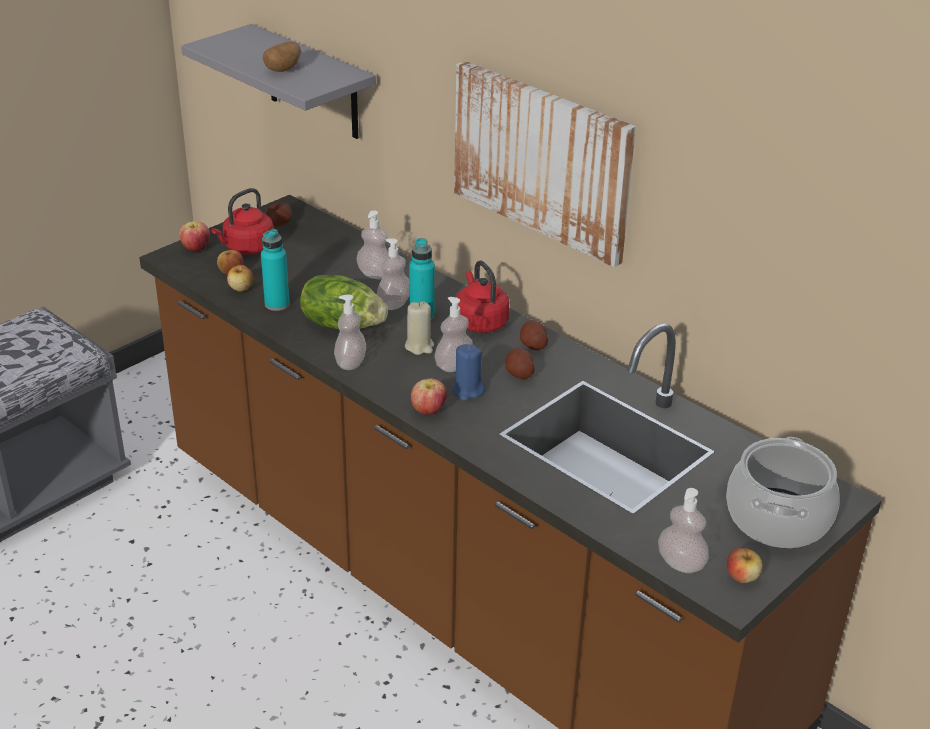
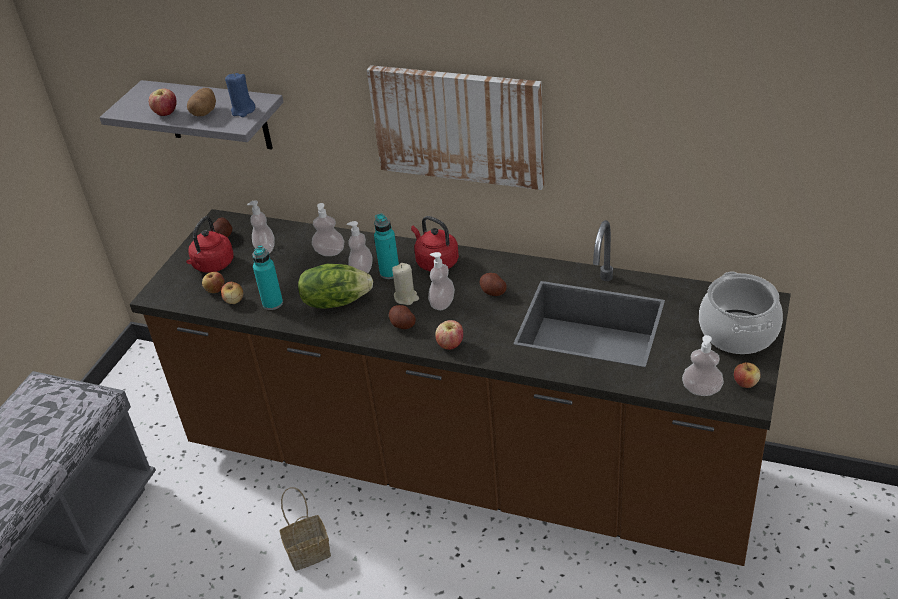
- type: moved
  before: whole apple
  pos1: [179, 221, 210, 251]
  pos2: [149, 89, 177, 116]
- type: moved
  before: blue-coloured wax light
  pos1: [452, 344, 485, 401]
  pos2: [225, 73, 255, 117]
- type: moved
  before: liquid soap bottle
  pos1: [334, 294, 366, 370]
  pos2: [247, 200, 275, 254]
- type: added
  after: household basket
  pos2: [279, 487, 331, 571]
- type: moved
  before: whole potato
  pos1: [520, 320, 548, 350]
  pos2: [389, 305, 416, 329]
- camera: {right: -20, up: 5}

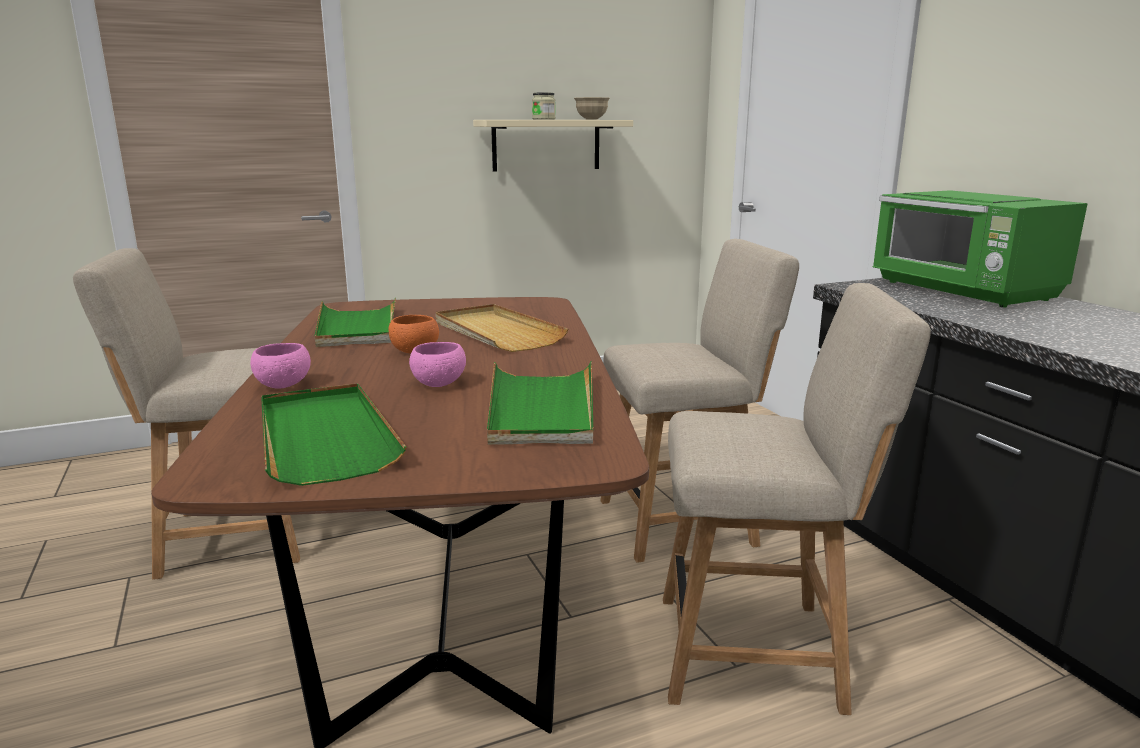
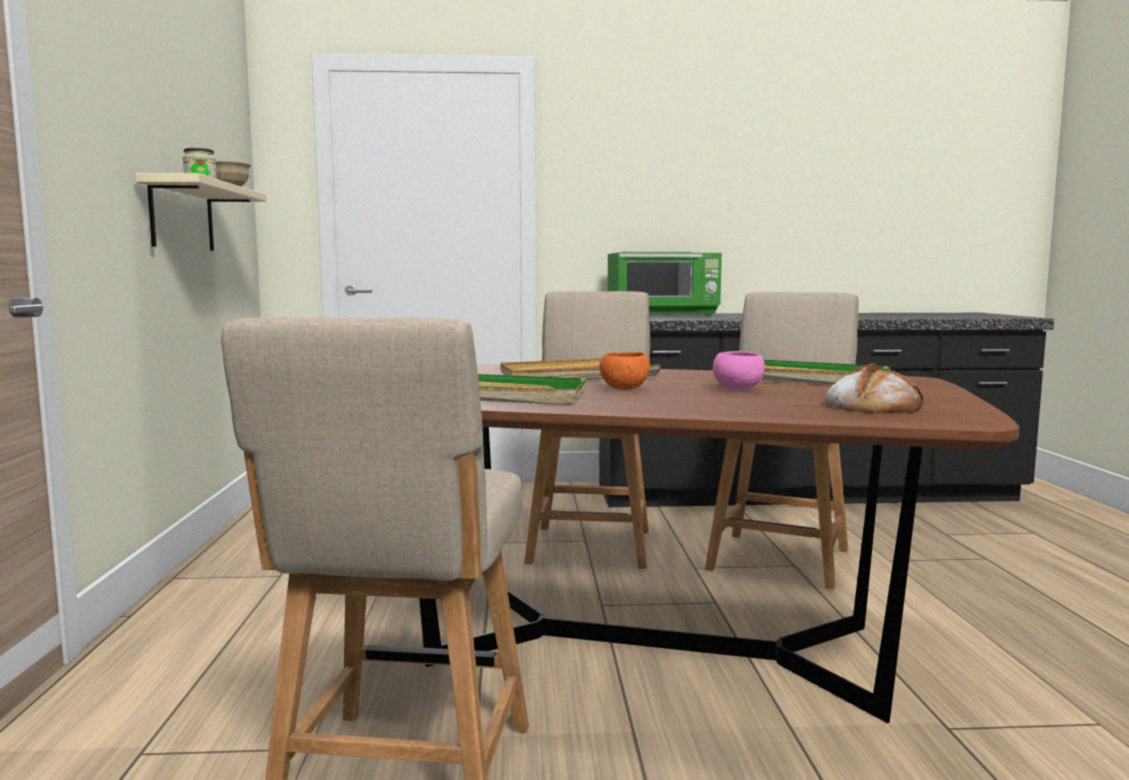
- type: replaced
  before: green-coloured tray
  after: bread
  pos1: [261, 383, 407, 486]
  pos2: [825, 363, 924, 413]
- type: removed
  before: pinkish bowl
  pos1: [250, 343, 311, 389]
- camera: {right: -70, up: -10}

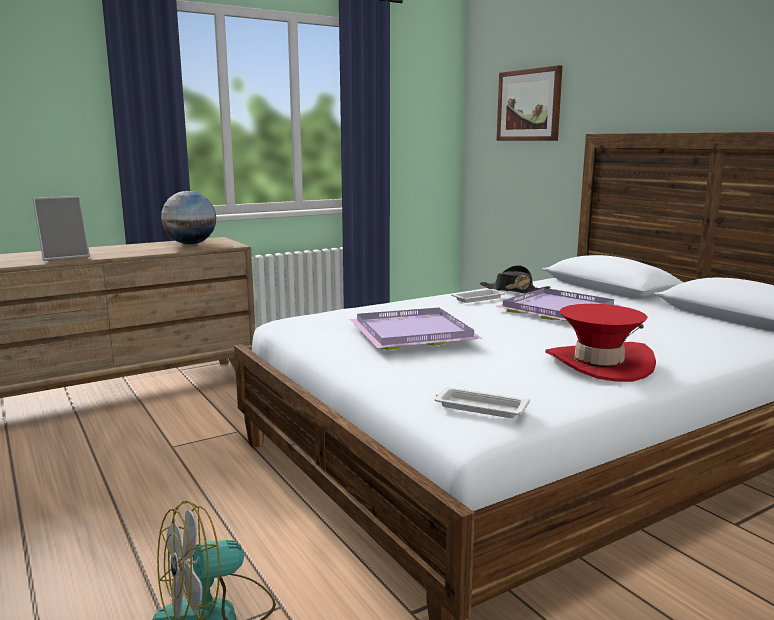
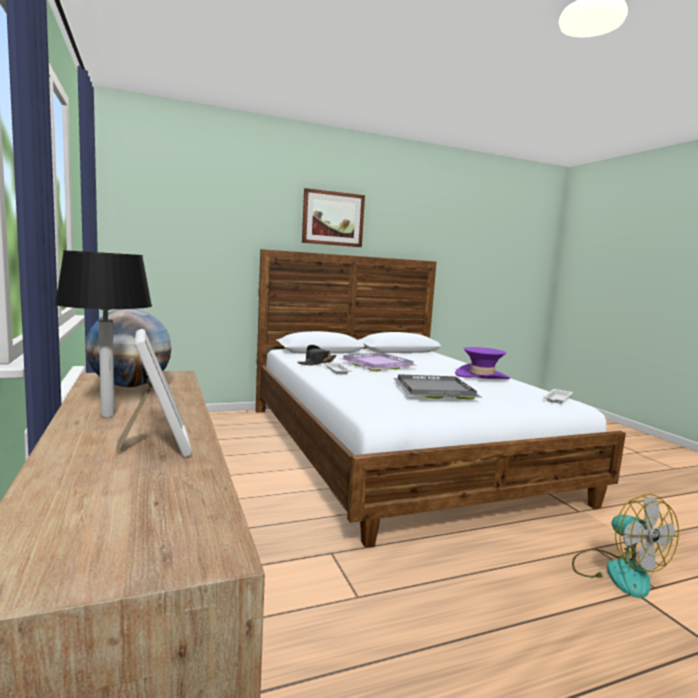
- type: added
  after: tabletop lamp
  pos2: [55, 250, 152, 417]
- type: moved
  before: picture
  pos1: [496, 65, 563, 141]
  pos2: [302, 188, 365, 247]
- type: recoloured
  before: purplish tray
  after: gray tray
  pos1: [350, 308, 483, 350]
  pos2: [393, 374, 483, 400]
- type: recoloured
  before: red-coloured hat
  after: purplish hat
  pos1: [545, 304, 656, 382]
  pos2: [455, 347, 510, 379]
- camera: {right: -80, up: -5}

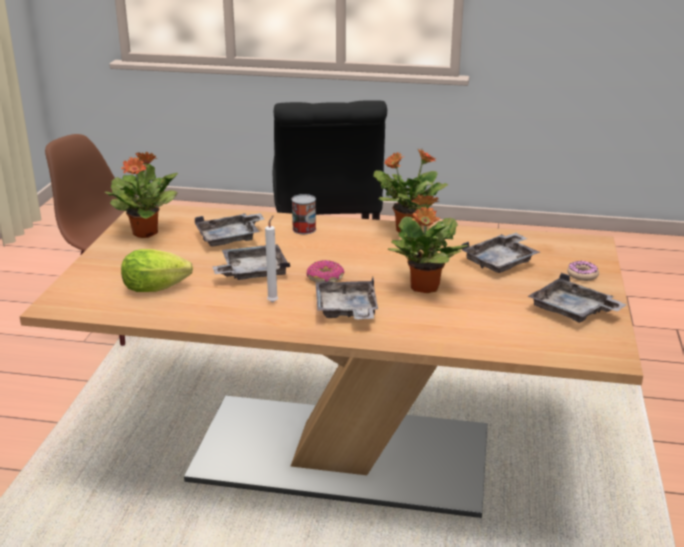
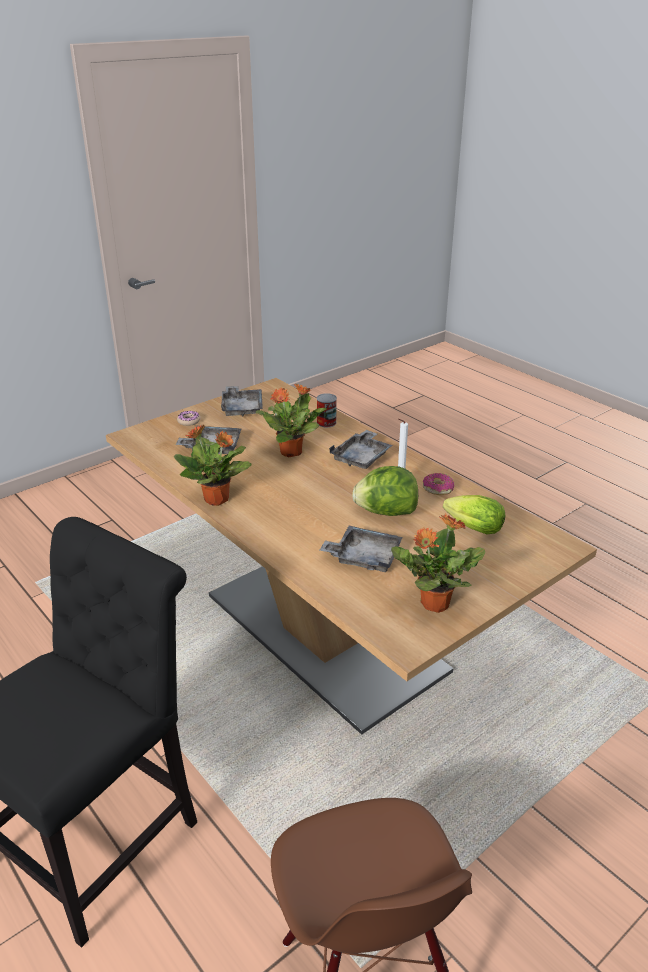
- type: moved
  before: sealed can
  pos1: [292, 194, 316, 234]
  pos2: [317, 393, 337, 427]
- type: replaced
  before: gray tray
  after: lettuce
  pos1: [212, 244, 290, 280]
  pos2: [352, 466, 418, 516]
- type: moved
  before: donut
  pos1: [307, 260, 345, 283]
  pos2: [423, 473, 454, 495]
- camera: {right: -140, up: 5}

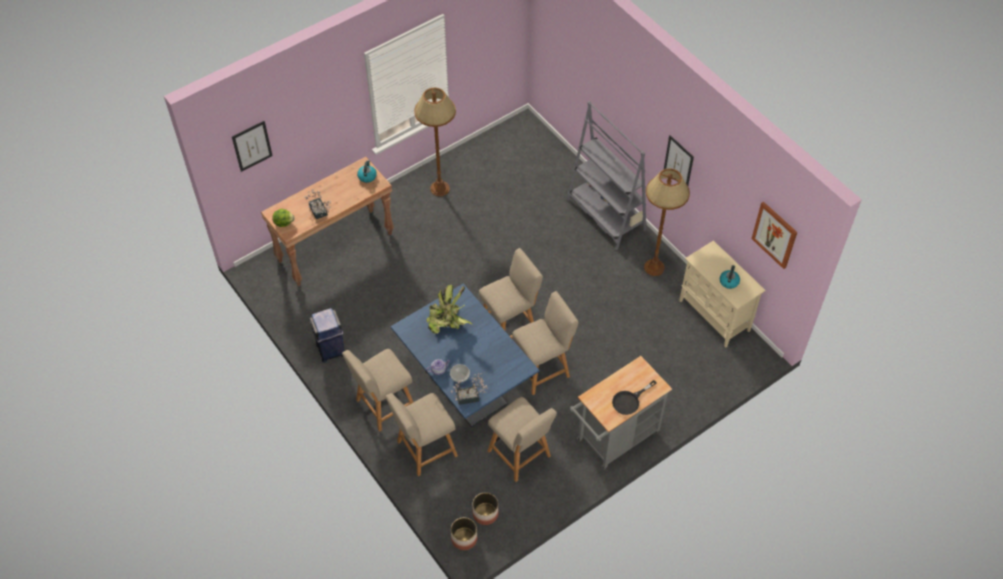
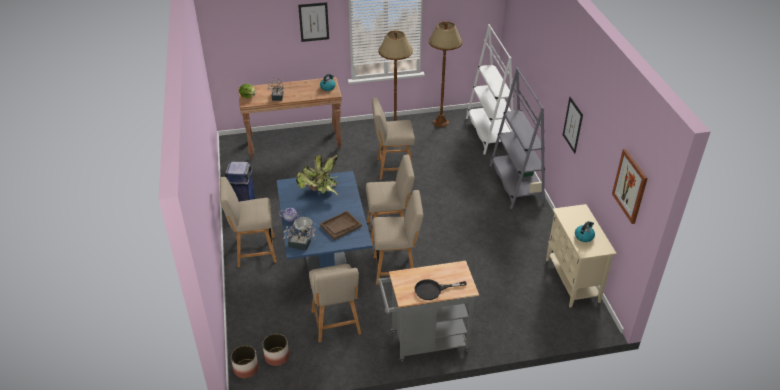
- type: moved
  before: picture
  pos1: [232, 121, 273, 172]
  pos2: [298, 2, 329, 42]
- type: added
  after: brown tray
  pos2: [320, 211, 362, 240]
- type: moved
  before: sand-coloured upright chair
  pos1: [385, 393, 458, 476]
  pos2: [372, 98, 415, 179]
- type: moved
  before: brown standing lamp
  pos1: [644, 168, 690, 276]
  pos2: [429, 21, 462, 127]
- type: added
  after: white-coloured shelving unit
  pos2: [466, 24, 514, 154]
- camera: {right: 25, up: -15}

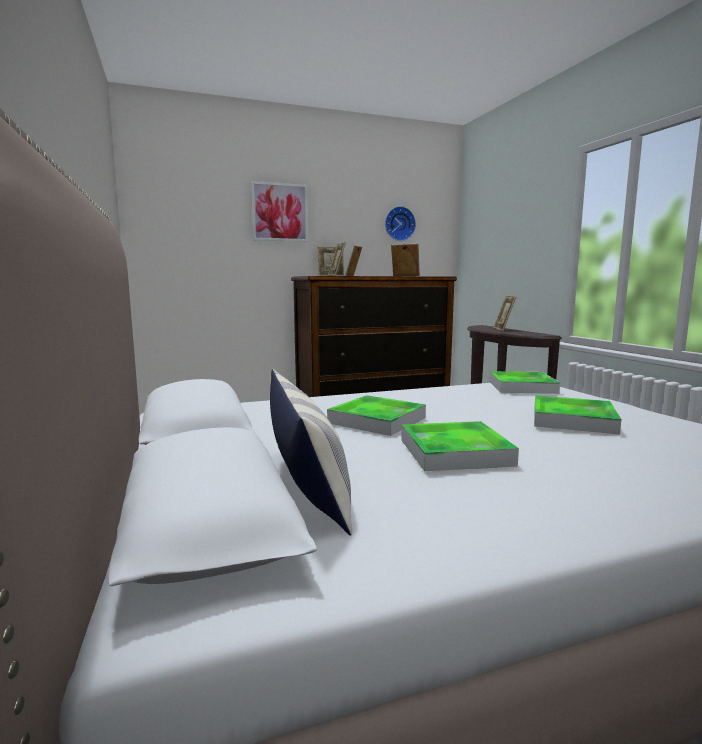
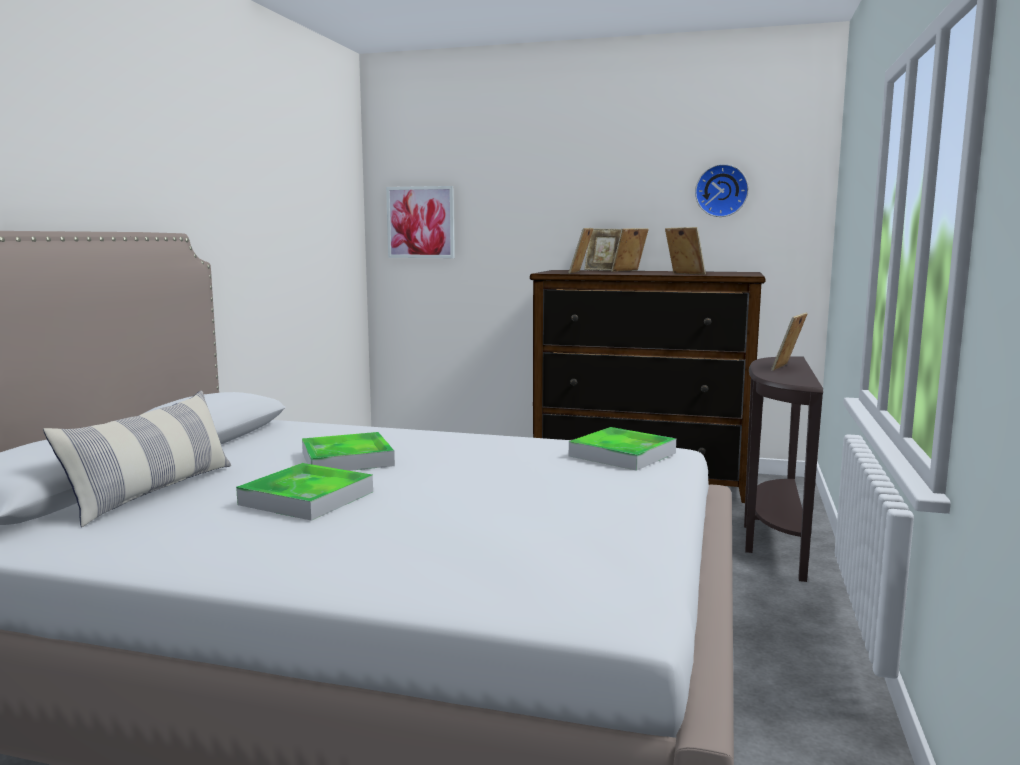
- type: moved
  before: picture
  pos1: [251, 181, 308, 242]
  pos2: [386, 186, 455, 258]
- type: removed
  before: tray
  pos1: [534, 395, 622, 435]
- camera: {right: 35, up: 0}

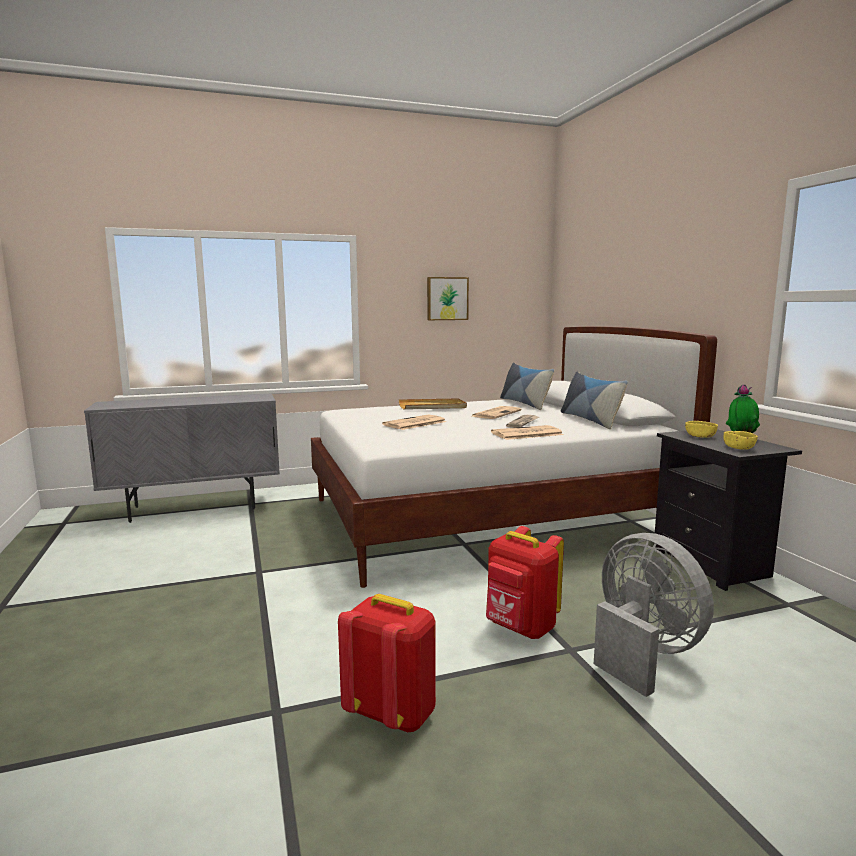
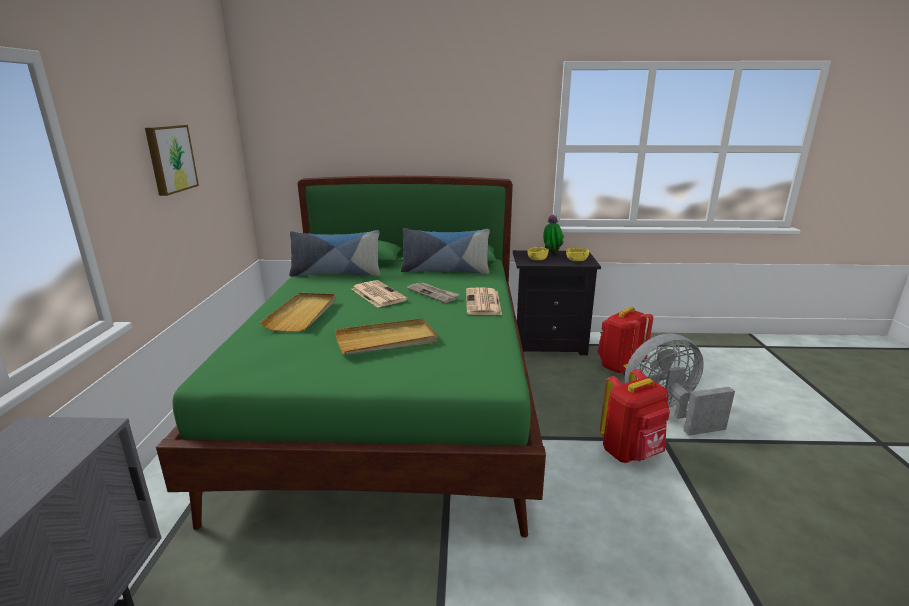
- type: recoloured
  before: white-coloured bed
  after: green-coloured bed
  pos1: [311, 326, 717, 588]
  pos2: [156, 176, 546, 538]
- type: replaced
  before: newspaper
  after: sand-coloured tray
  pos1: [382, 415, 446, 430]
  pos2: [335, 318, 438, 355]
- type: moved
  before: red-coloured knapsack
  pos1: [338, 594, 436, 733]
  pos2: [597, 307, 653, 374]
- camera: {right: -70, up: 10}

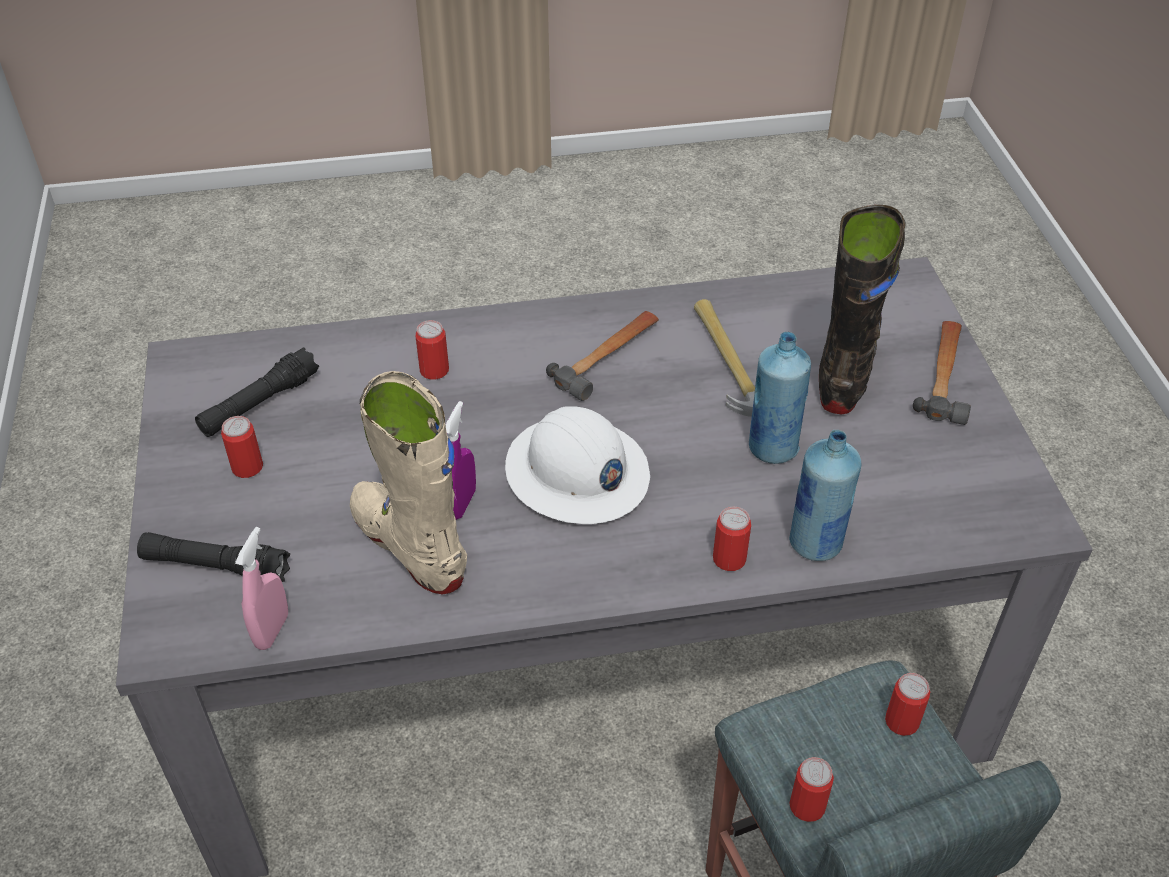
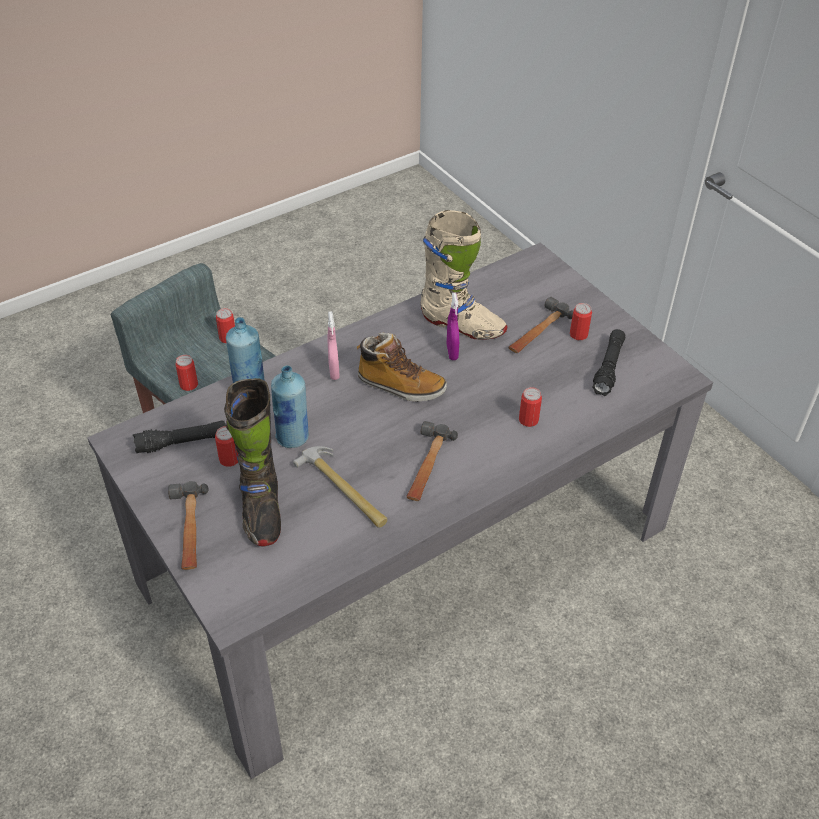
- type: moved
  before: black hand torch
  pos1: [137, 532, 290, 582]
  pos2: [133, 421, 226, 453]
- type: moved
  before: sealed can
  pos1: [713, 507, 751, 571]
  pos2: [215, 426, 238, 467]
- type: moved
  before: pinkish sprayer
  pos1: [235, 527, 288, 650]
  pos2: [327, 311, 340, 380]
- type: replaced
  before: white-coloured work helmet
  after: tall boot
  pos1: [505, 406, 650, 524]
  pos2: [357, 332, 447, 402]
- type: added
  after: hammer
  pos2: [508, 297, 573, 353]
- camera: {right: 155, up: 0}

